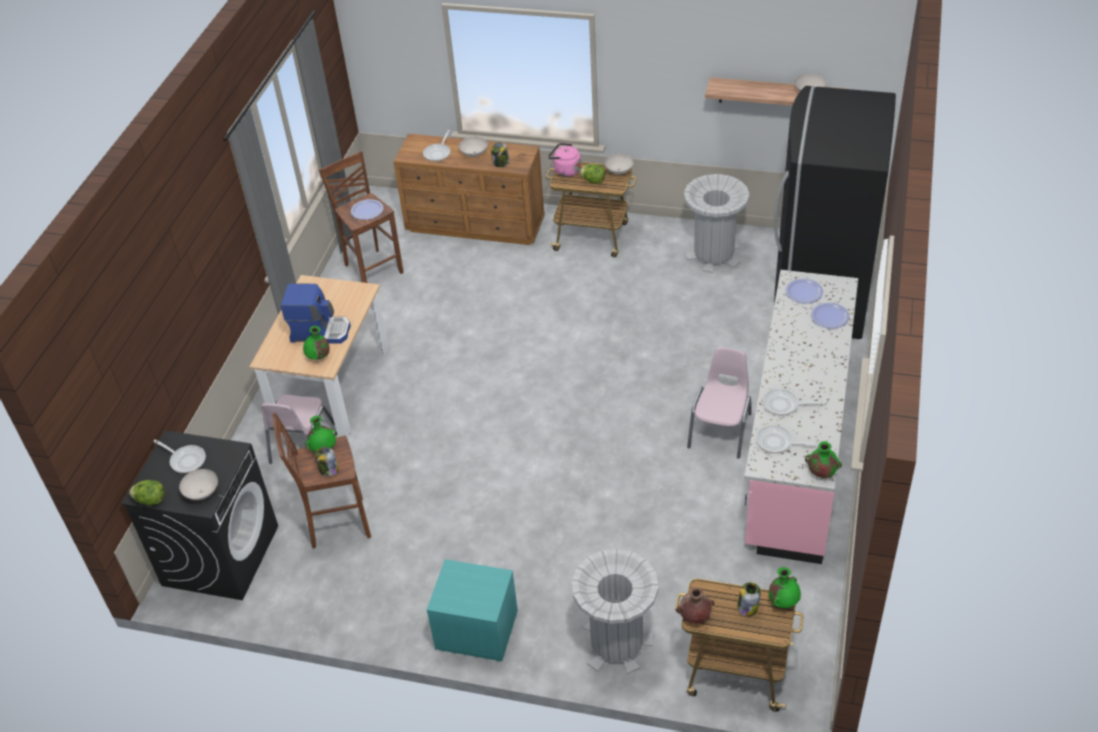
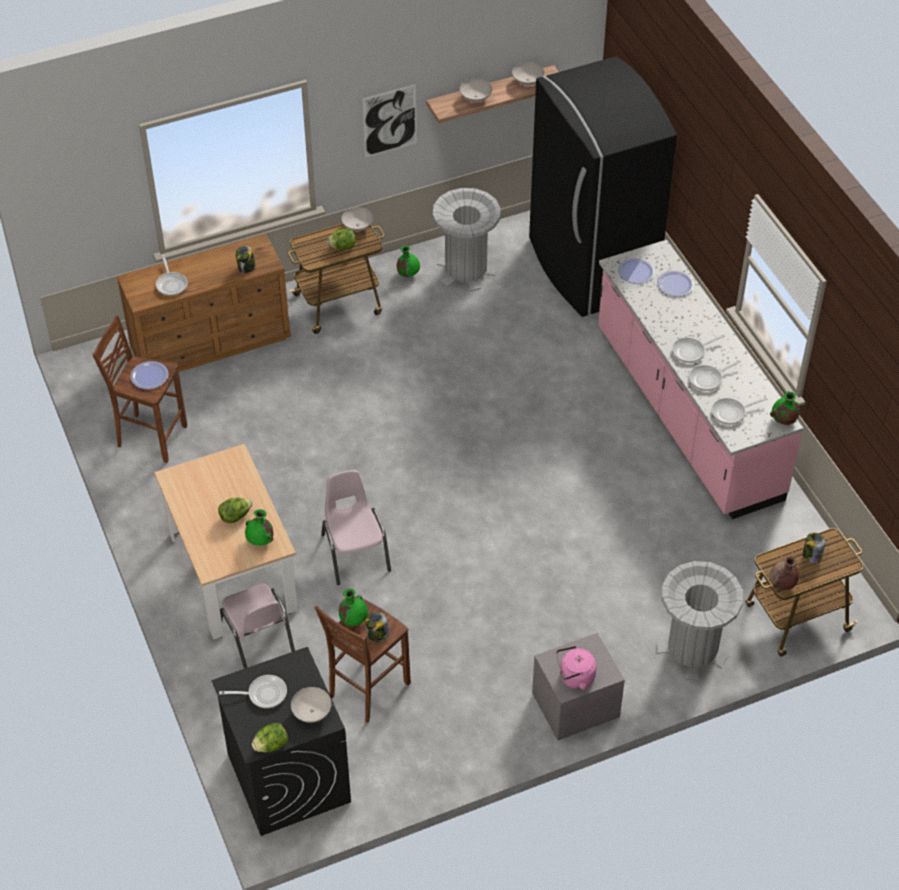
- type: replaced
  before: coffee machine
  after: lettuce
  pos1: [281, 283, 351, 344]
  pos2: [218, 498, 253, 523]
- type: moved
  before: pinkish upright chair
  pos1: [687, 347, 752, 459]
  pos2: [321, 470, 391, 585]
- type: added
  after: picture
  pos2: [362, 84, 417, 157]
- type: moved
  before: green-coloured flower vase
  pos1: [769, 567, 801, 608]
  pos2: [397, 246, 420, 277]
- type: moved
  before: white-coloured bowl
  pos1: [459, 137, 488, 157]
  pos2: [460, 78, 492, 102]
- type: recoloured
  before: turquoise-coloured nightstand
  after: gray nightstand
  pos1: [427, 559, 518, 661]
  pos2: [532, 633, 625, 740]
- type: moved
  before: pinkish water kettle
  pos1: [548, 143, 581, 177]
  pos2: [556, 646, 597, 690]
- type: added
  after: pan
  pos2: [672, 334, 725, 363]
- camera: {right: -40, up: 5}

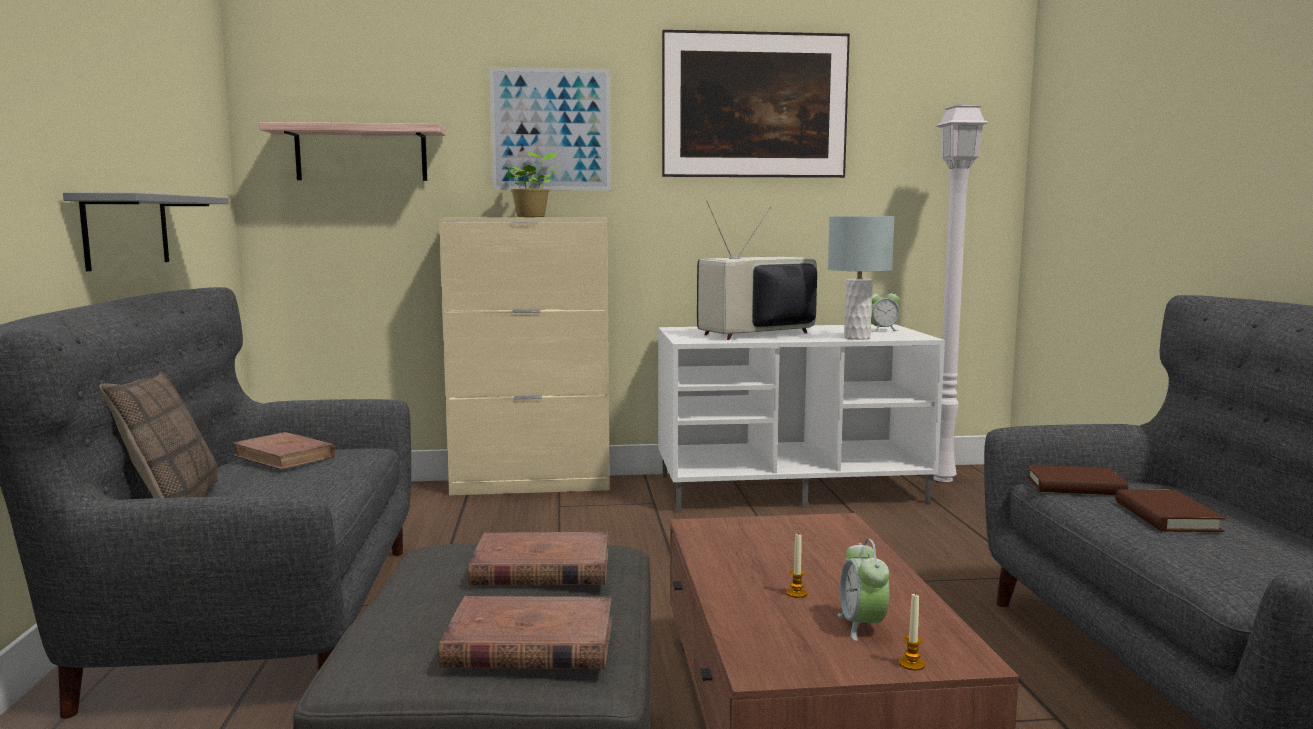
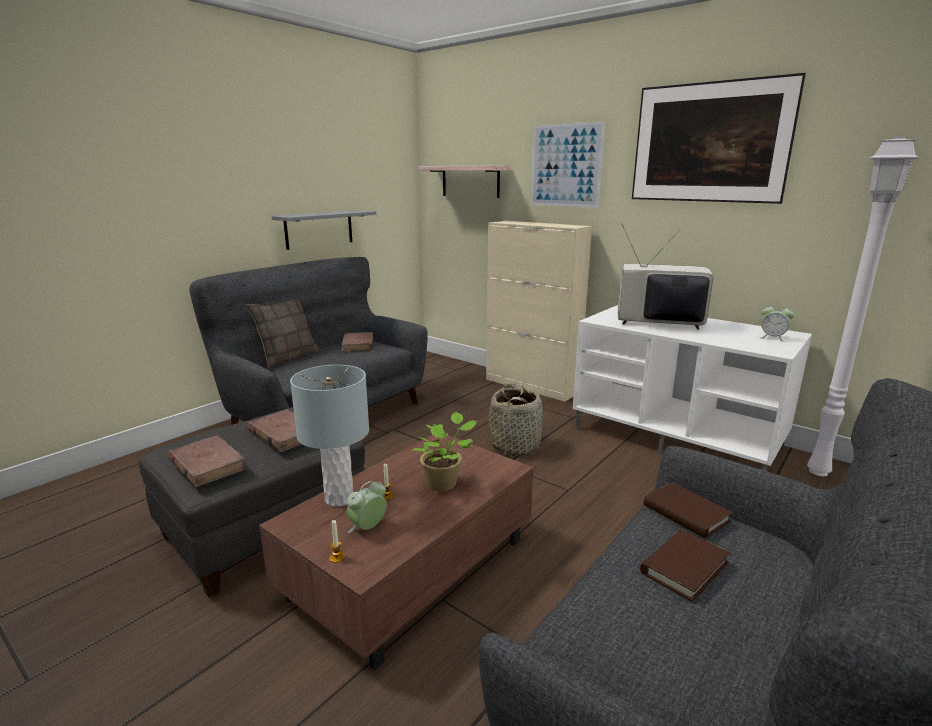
- type: moved
  before: gray tabletop lamp
  pos1: [828, 216, 894, 340]
  pos2: [290, 365, 369, 507]
- type: moved
  before: potted plant
  pos1: [504, 152, 561, 217]
  pos2: [412, 412, 478, 492]
- type: added
  after: household basket
  pos2: [489, 383, 543, 456]
- camera: {right: 45, up: 10}

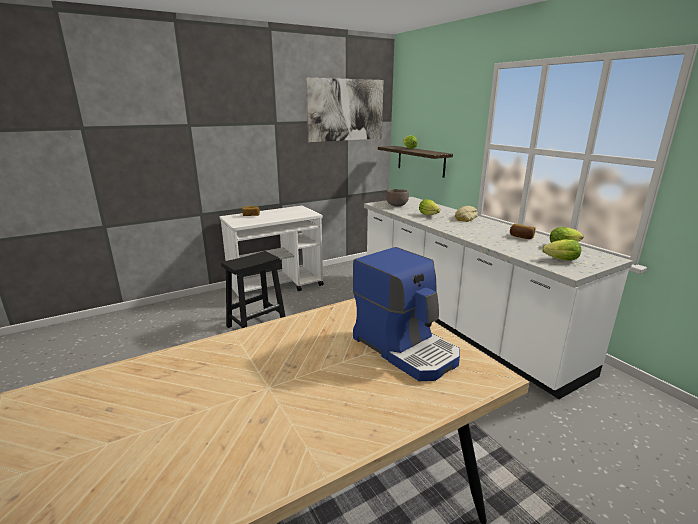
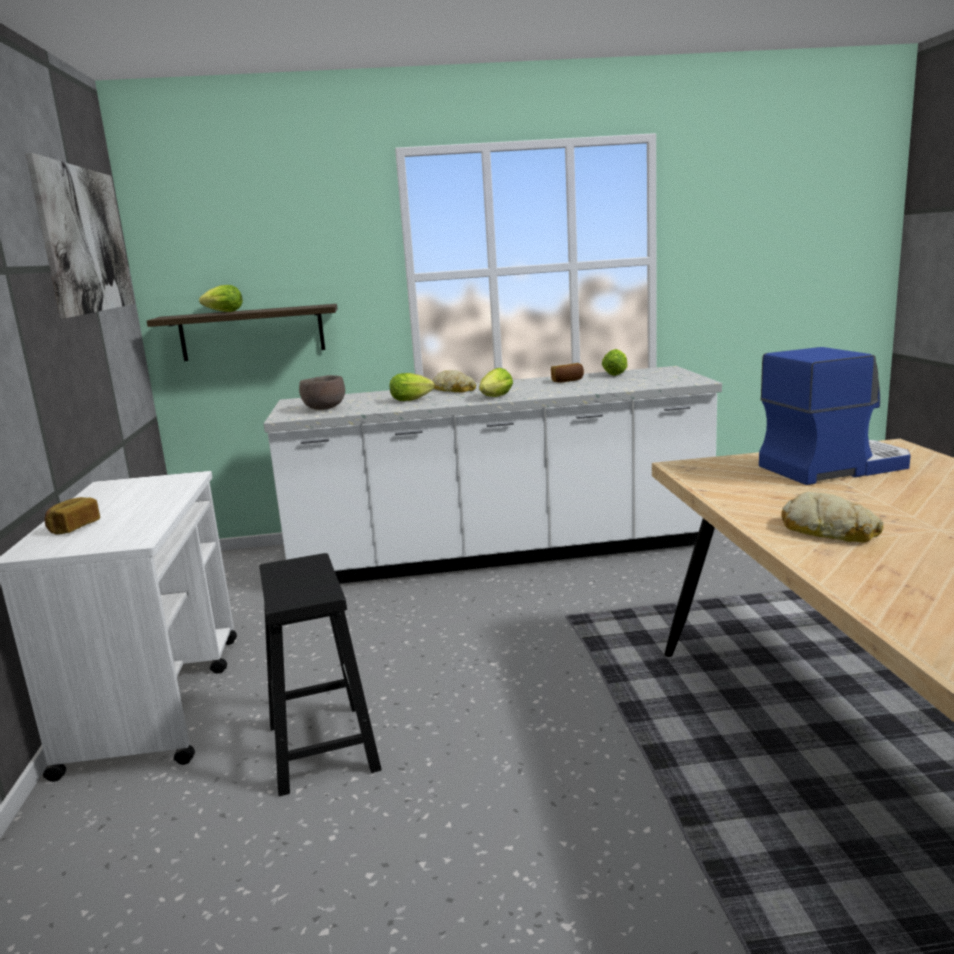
- type: moved
  before: lettuce
  pos1: [542, 239, 581, 261]
  pos2: [479, 368, 513, 397]
- type: added
  after: bread
  pos2: [781, 492, 884, 543]
- camera: {right: -65, up: -5}

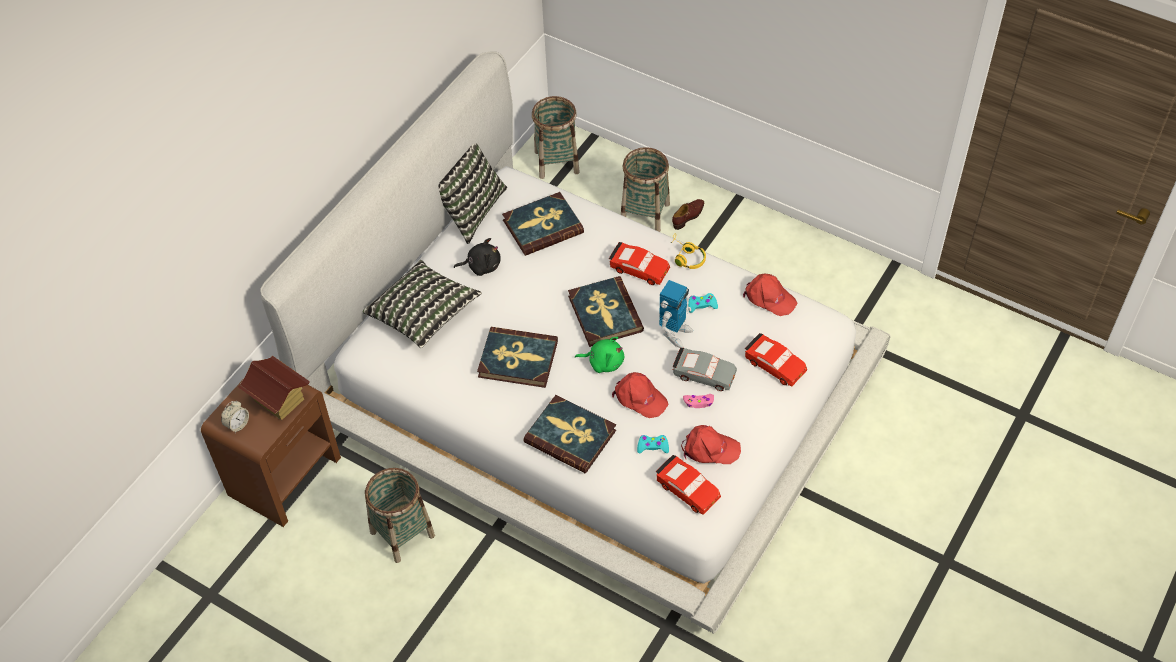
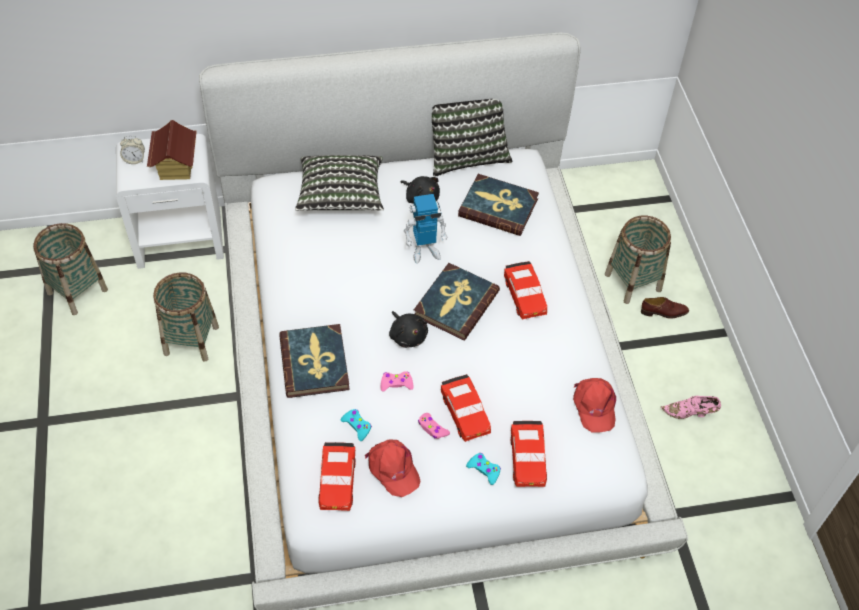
- type: moved
  before: household basket
  pos1: [532, 96, 580, 179]
  pos2: [33, 223, 108, 315]
- type: recoloured
  before: brown nightstand
  after: white-coloured nightstand
  pos1: [201, 380, 341, 527]
  pos2: [116, 134, 224, 269]
- type: replaced
  before: red-coloured cap
  after: pinkish game controller
  pos1: [612, 372, 668, 418]
  pos2: [381, 371, 414, 392]
- type: recoloured
  before: green-coloured cuddly toy
  after: black cuddly toy
  pos1: [575, 337, 624, 373]
  pos2: [389, 311, 428, 348]
- type: moved
  before: robot figure
  pos1: [659, 280, 693, 348]
  pos2: [404, 194, 447, 264]
- type: recoloured
  before: gray model car
  after: red-coloured model car
  pos1: [672, 348, 737, 391]
  pos2: [441, 374, 491, 442]
- type: moved
  before: turquoise-coloured game controller
  pos1: [688, 293, 718, 313]
  pos2: [466, 453, 501, 485]
- type: added
  after: pinkish shoe
  pos2: [660, 396, 721, 419]
- type: removed
  before: bound book
  pos1: [477, 327, 558, 388]
- type: removed
  before: yellow pair of headphones
  pos1: [671, 233, 706, 269]
- camera: {right: 45, up: 0}

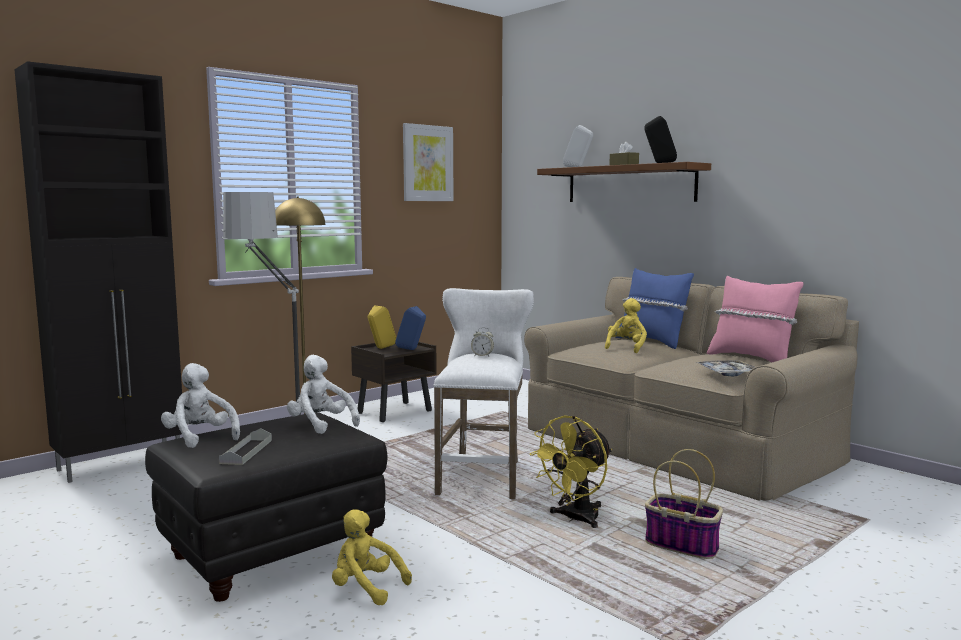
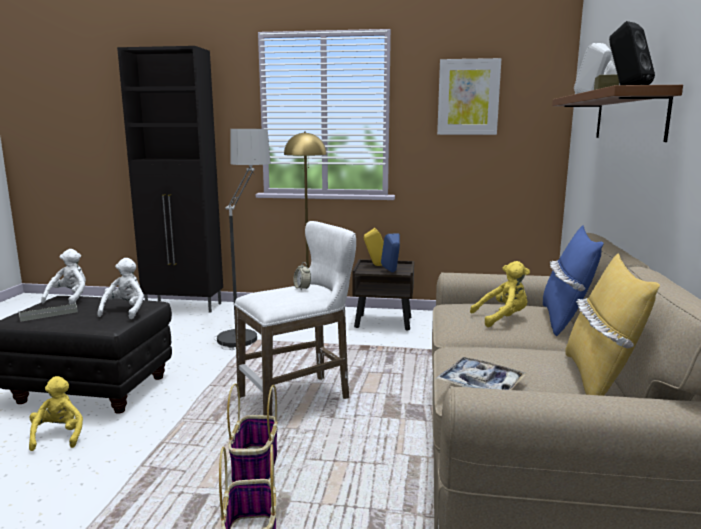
- type: replaced
  before: yellow fan
  after: household basket
  pos1: [530, 415, 612, 528]
  pos2: [227, 383, 278, 483]
- type: recoloured
  before: pinkish cushion
  after: yellow cushion
  pos1: [707, 276, 804, 362]
  pos2: [565, 253, 660, 396]
- camera: {right: 50, up: 5}

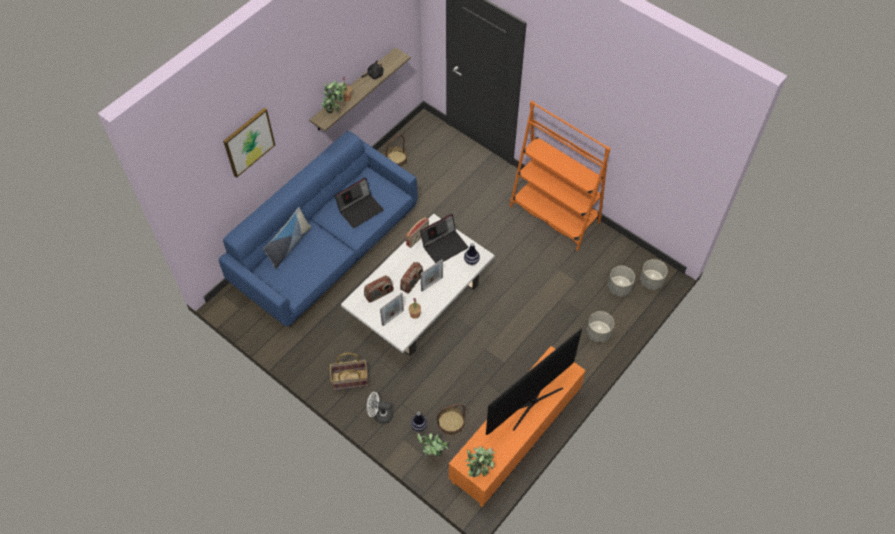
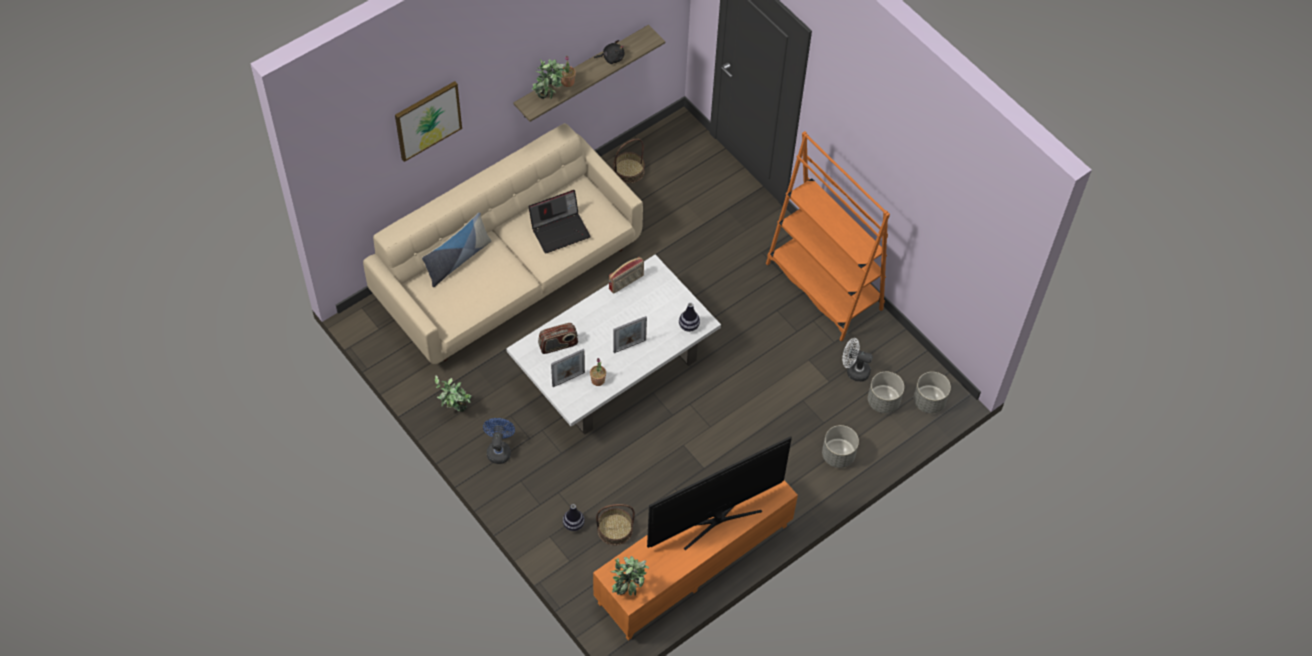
- type: recoloured
  before: blue-coloured sofa
  after: sand-coloured sofa
  pos1: [219, 131, 418, 327]
  pos2: [363, 123, 643, 364]
- type: moved
  before: potted plant
  pos1: [418, 433, 449, 456]
  pos2: [435, 375, 472, 412]
- type: replaced
  before: household basket
  after: blue-coloured fan
  pos1: [330, 353, 368, 390]
  pos2: [483, 418, 515, 464]
- type: moved
  before: white-coloured fan
  pos1: [367, 392, 393, 424]
  pos2: [842, 338, 873, 382]
- type: removed
  before: radio
  pos1: [400, 262, 423, 294]
- type: removed
  before: laptop
  pos1: [420, 214, 469, 263]
- camera: {right: 10, up: 0}

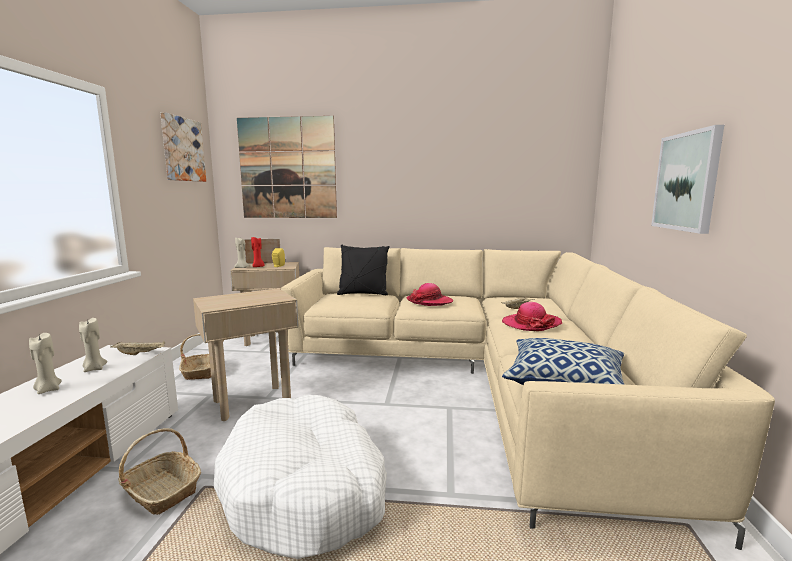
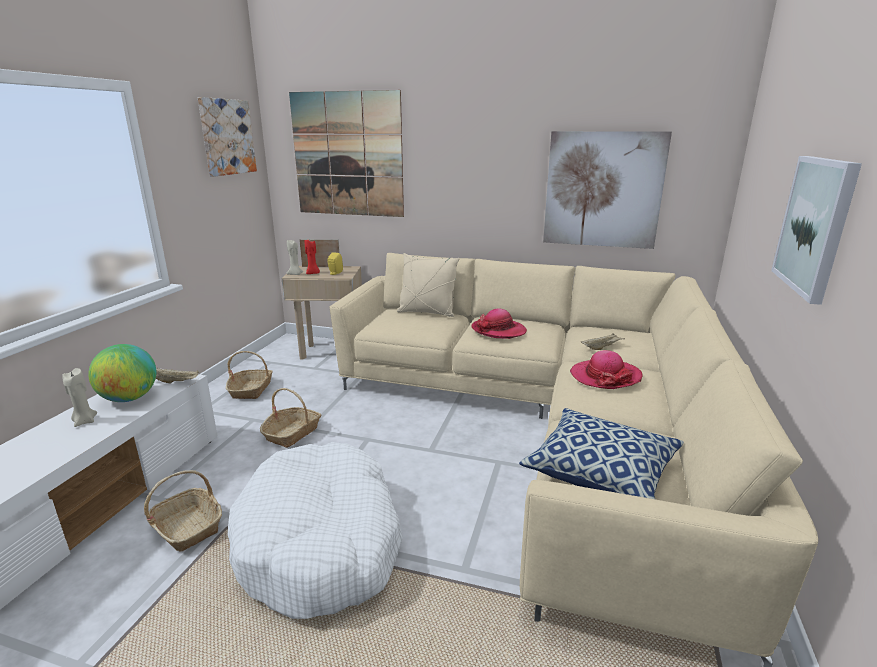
- type: replaced
  before: sand-coloured wax light
  after: desk globe
  pos1: [79, 318, 107, 372]
  pos2: [88, 344, 156, 402]
- type: replaced
  before: sand-coloured side table
  after: household basket
  pos1: [193, 288, 299, 421]
  pos2: [260, 388, 321, 448]
- type: recoloured
  before: black cushion
  after: sand-coloured cushion
  pos1: [337, 245, 390, 295]
  pos2: [397, 253, 459, 317]
- type: added
  after: picture
  pos2: [543, 131, 672, 249]
- camera: {right: 10, up: 10}

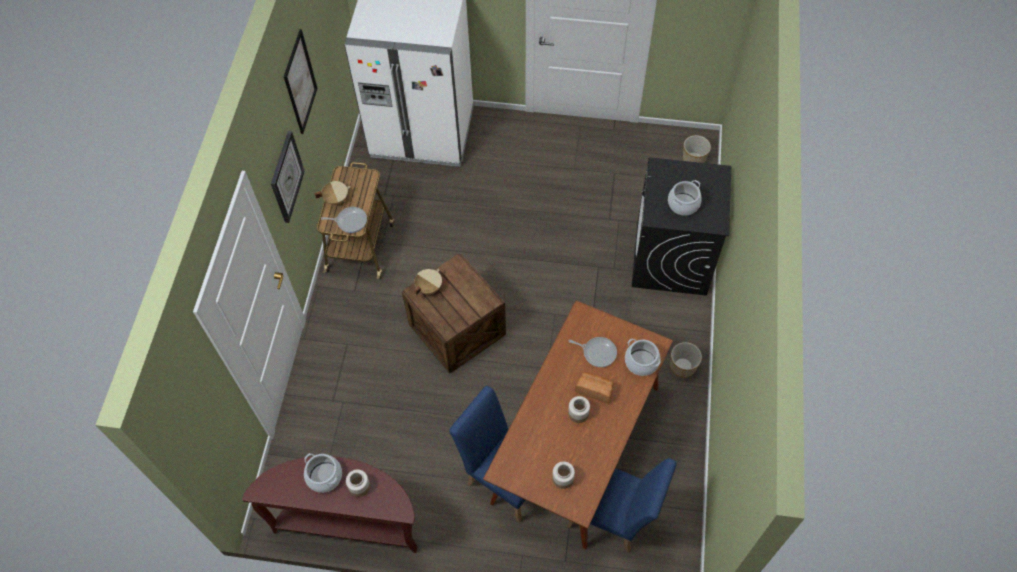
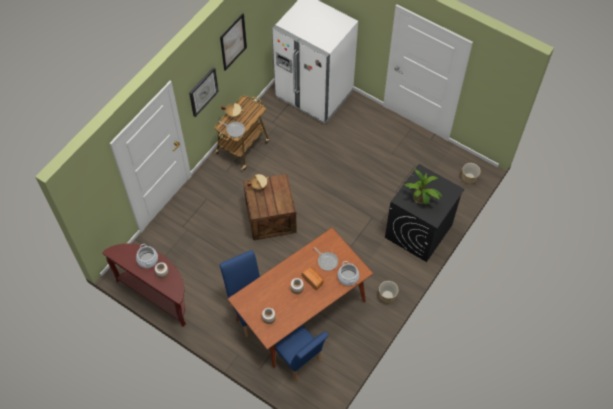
- type: replaced
  before: stockpot
  after: potted plant
  pos1: [668, 180, 702, 216]
  pos2: [404, 169, 442, 205]
- camera: {right: 25, up: 0}

